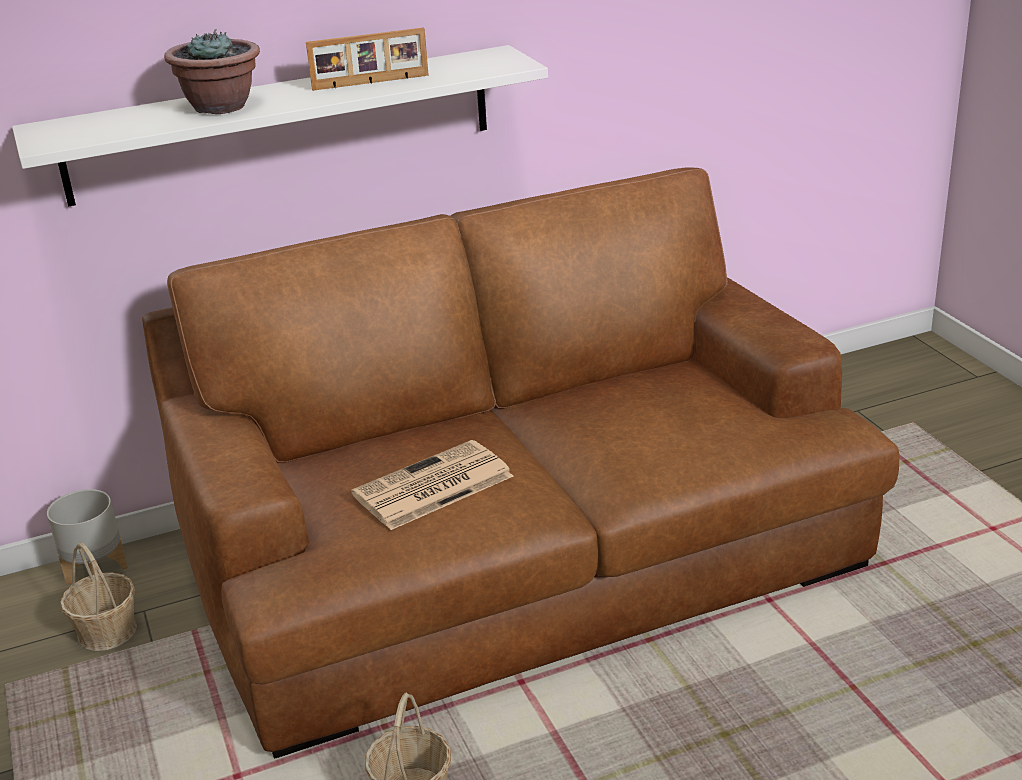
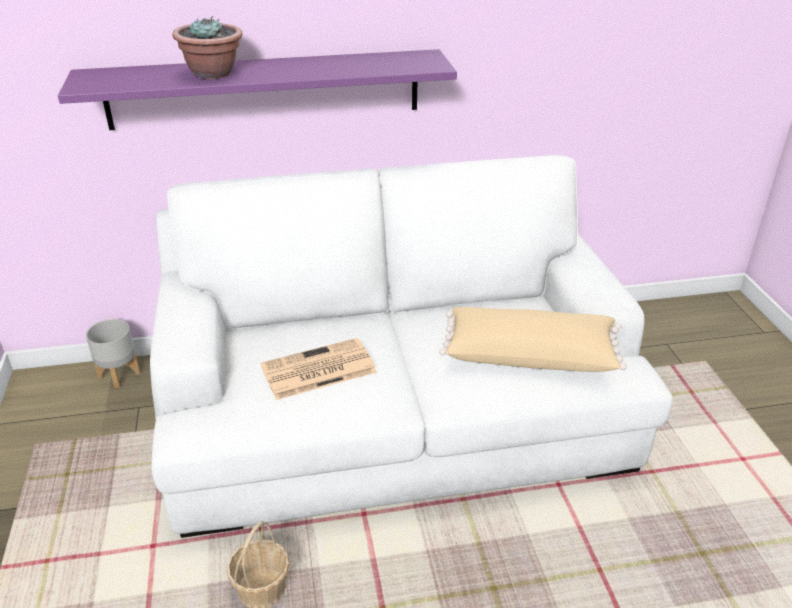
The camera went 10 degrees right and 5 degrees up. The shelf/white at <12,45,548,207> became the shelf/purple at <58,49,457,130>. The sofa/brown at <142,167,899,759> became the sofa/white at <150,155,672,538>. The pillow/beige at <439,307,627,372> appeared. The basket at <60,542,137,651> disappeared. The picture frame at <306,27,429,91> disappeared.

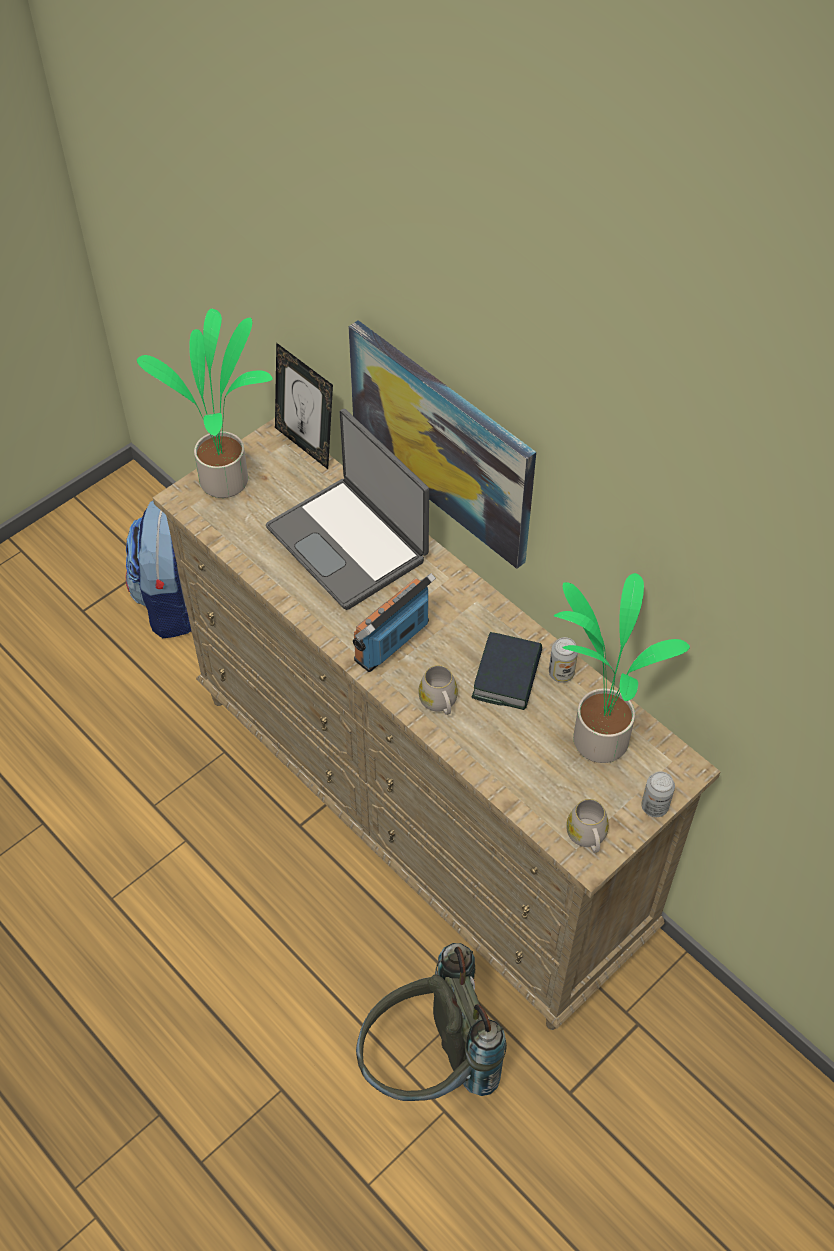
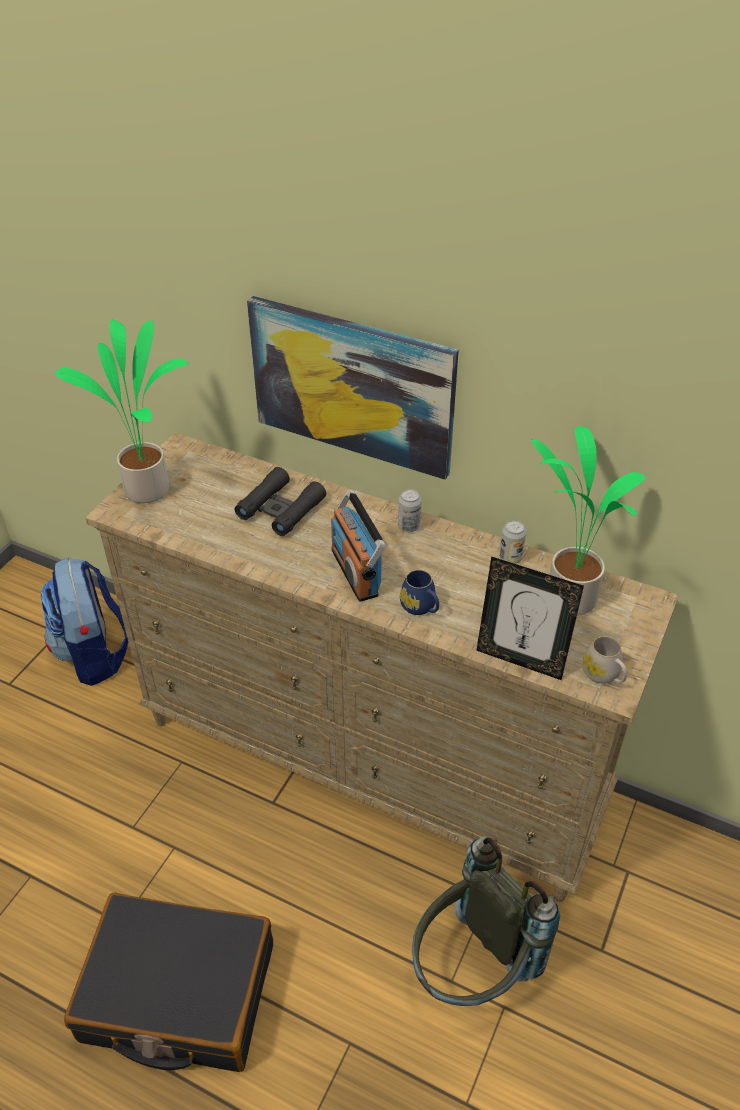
The camera went 20 degrees left and 10 degrees down. The suitcase/black at <64,893,273,1072> appeared. The laptop at <266,409,429,610> was replaced by the binoculars/black at <235,467,326,536>. The radio at <353,573,436,672> turned 45 degrees counterclockwise. The can moved from <641,771,675,817> to <398,489,422,532>. The mug/white at <418,665,458,715> became the mug/blue at <400,570,439,615>. The picture frame moved from <275,343,333,469> to <476,556,584,680>. The book at <471,632,542,710> disappeared.

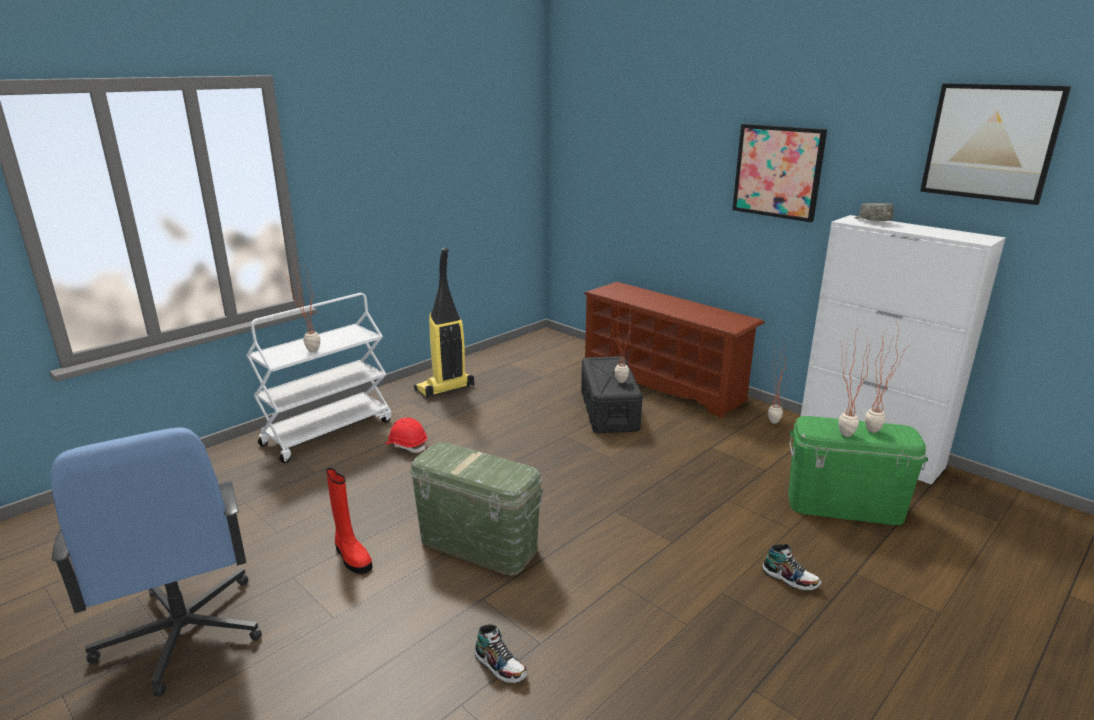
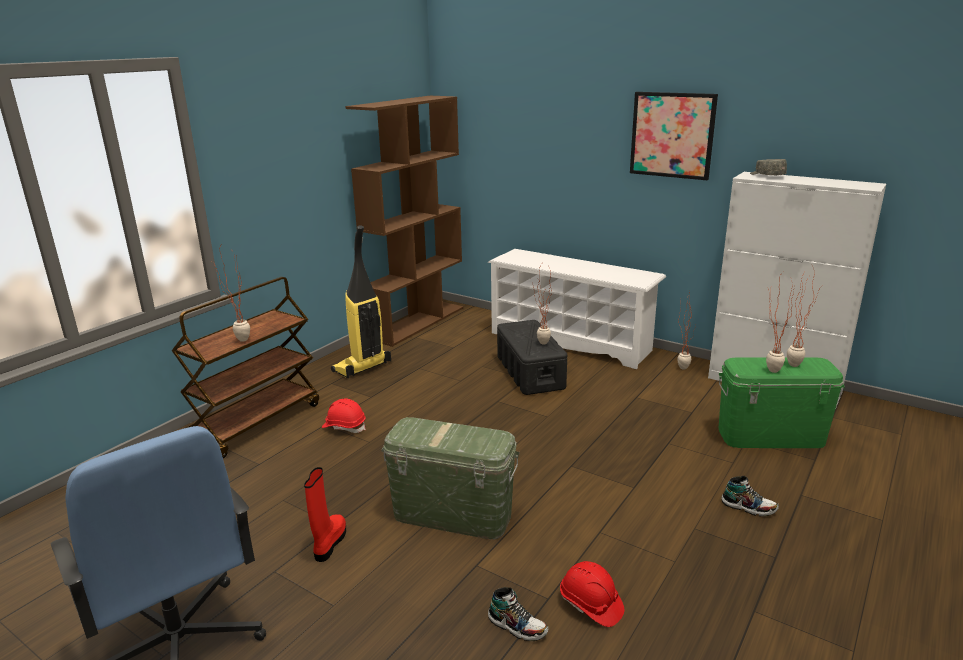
The camera went 10 degrees left and 0 degrees up. The cart/white at <247,293,391,463> became the cart/brown at <172,277,319,458>. The boot/red at <326,468,372,574> turned 120 degrees counterclockwise. The bookcase/brown at <345,96,464,347> appeared. The shoe rack/brown at <584,282,765,418> became the shoe rack/white at <488,249,666,369>. The hard hat/red at <560,561,624,627> appeared. The picture at <920,83,1071,205> disappeared.

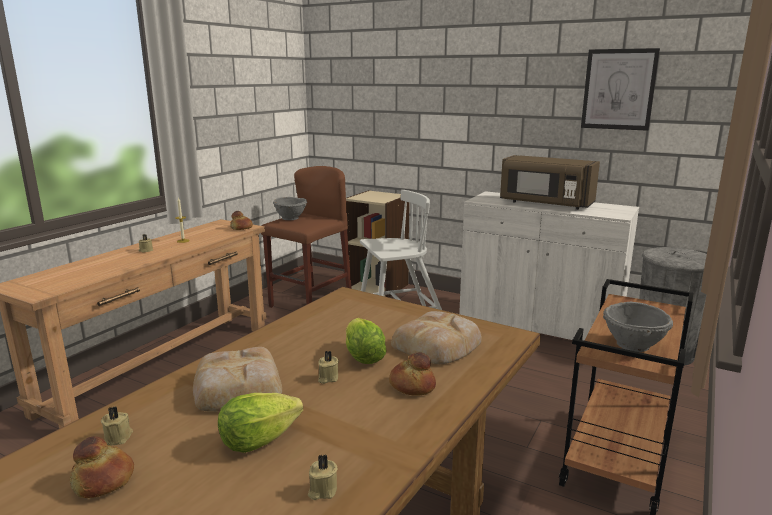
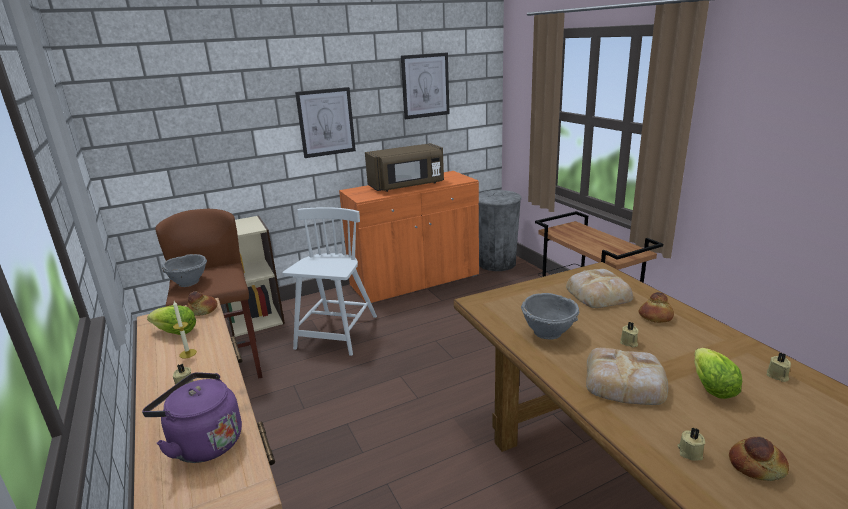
The camera went 55 degrees left and 5 degrees up. The kettle/purple at <142,372,242,463> appeared. The lettuce moved from <346,318,386,364> to <147,305,196,335>. The picture at <295,87,356,158> appeared. The cabinet/white at <459,191,639,340> became the cabinet/orange at <339,171,479,304>. The bowl/grey moved from <603,302,673,352> to <521,293,579,340>.

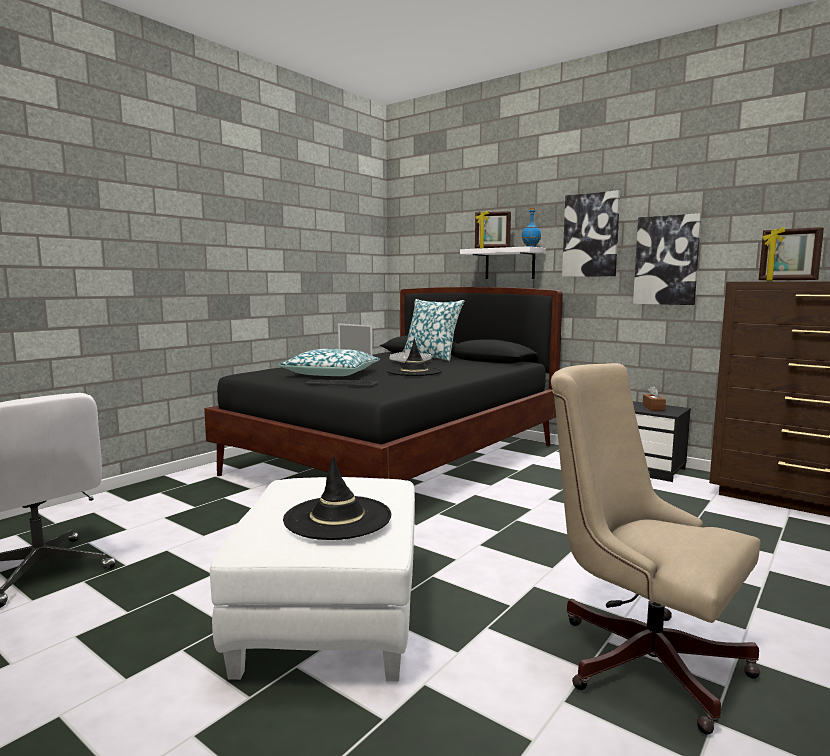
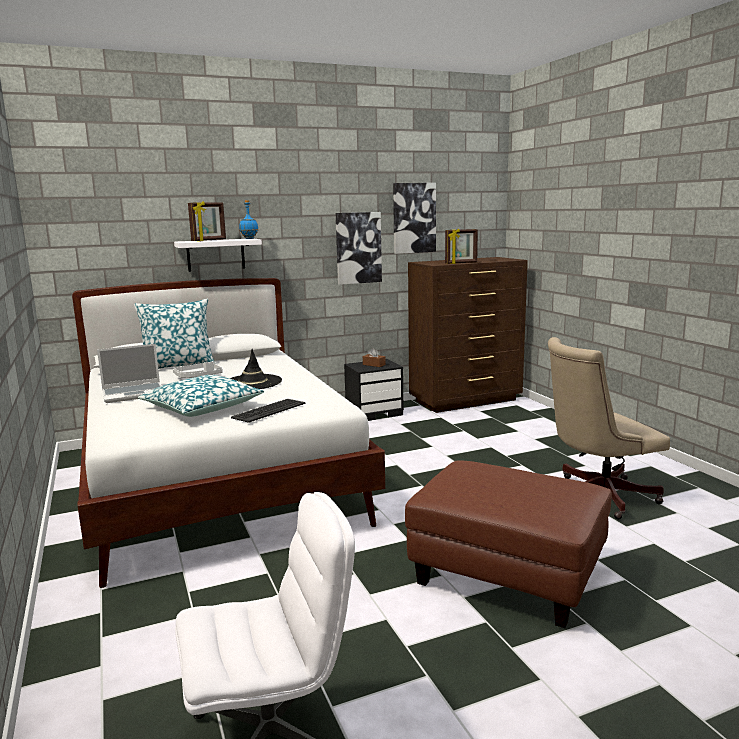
The camera went 60 degrees left and 5 degrees up. The bed/black at <204,287,563,480> became the bed/white at <72,278,385,588>. The picture moved from <562,190,620,277> to <393,183,436,254>. The ottoman/white at <210,477,415,682> became the ottoman/brown at <405,460,612,628>. The hat/black at <283,456,391,540> disappeared.

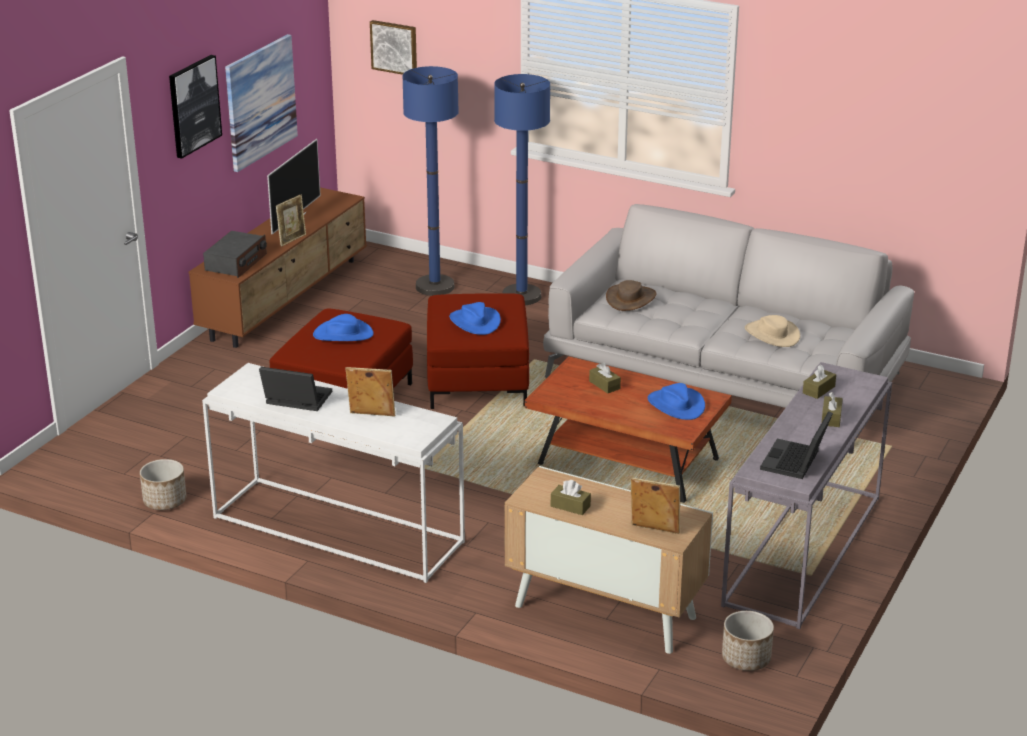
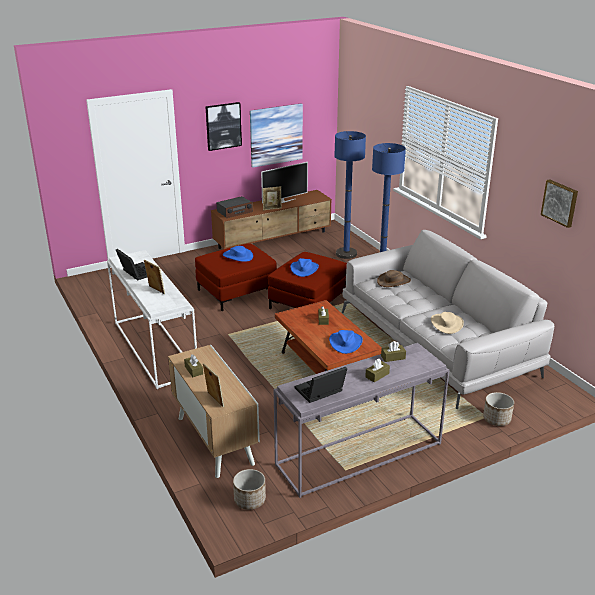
The camera went 35 degrees right and 0 degrees up. The planter moved from <140,459,186,510> to <483,392,514,426>. The picture moved from <370,20,417,75> to <541,179,578,228>.

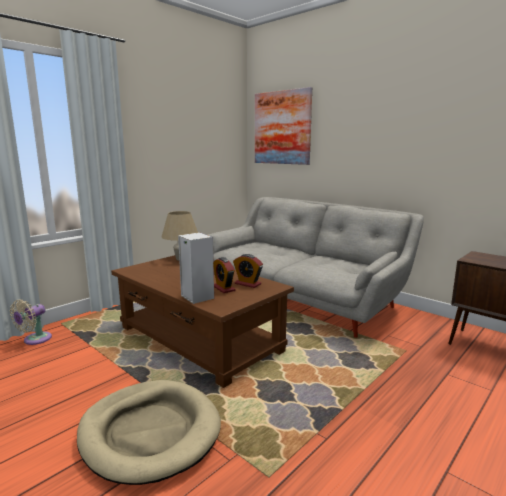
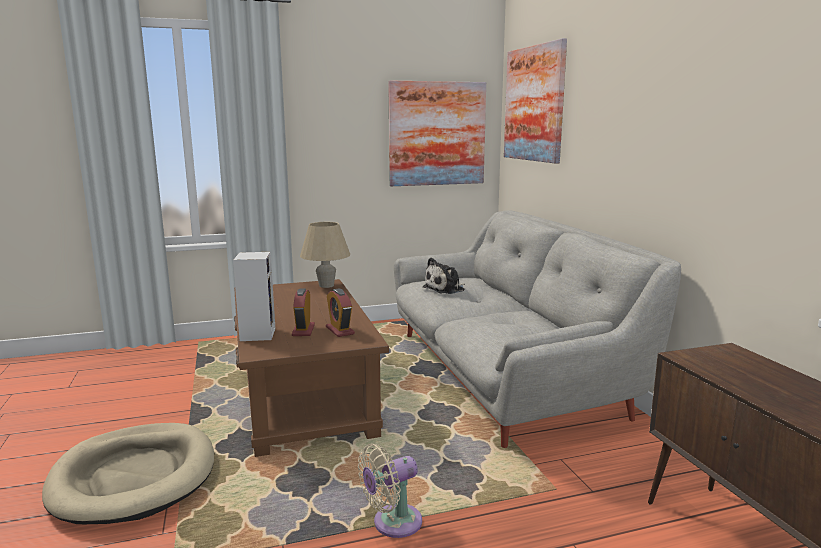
The camera went 30 degrees right and 0 degrees up. The fan/beige moved from <10,300,52,345> to <358,444,422,538>. The picture at <388,81,486,186> appeared. The plush toy at <423,257,465,294> appeared.

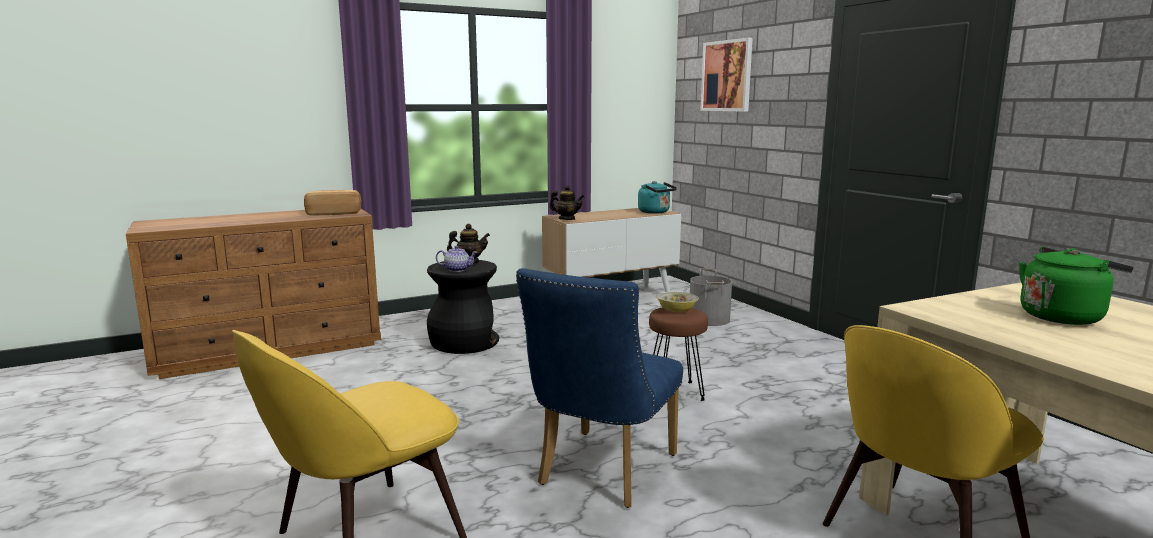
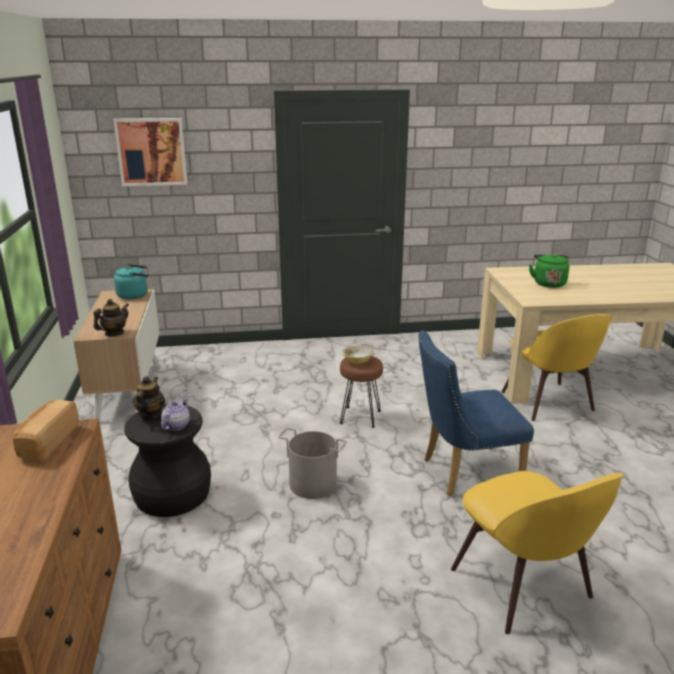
The camera went 70 degrees left and 10 degrees up. The bucket/grey moved from <690,269,732,326> to <278,428,347,499>. The chair/blue at <516,268,683,508> turned 120 degrees clockwise.

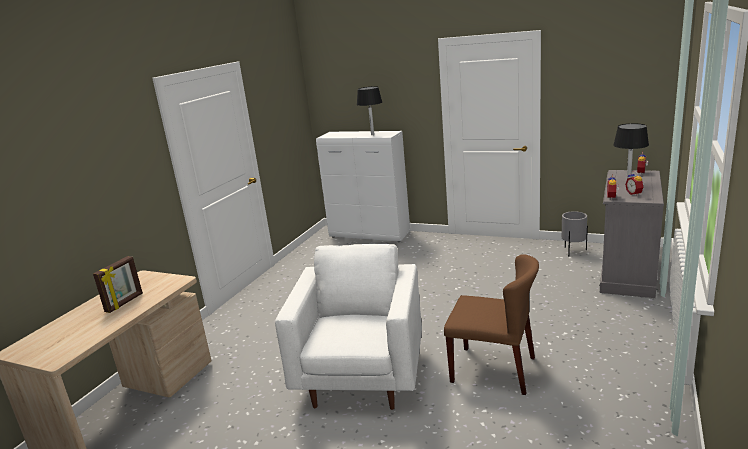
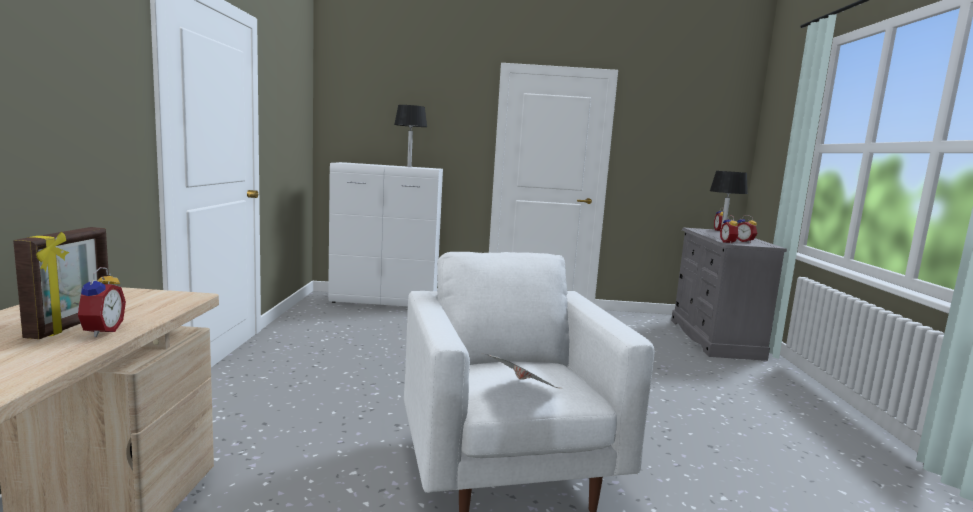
The camera went 25 degrees left and 10 degrees down. The alarm clock at <74,267,126,337> appeared. The newspaper at <485,354,562,389> appeared. The chair/brown at <444,254,539,395> disappeared. The planter/grey at <562,211,588,256> disappeared.

